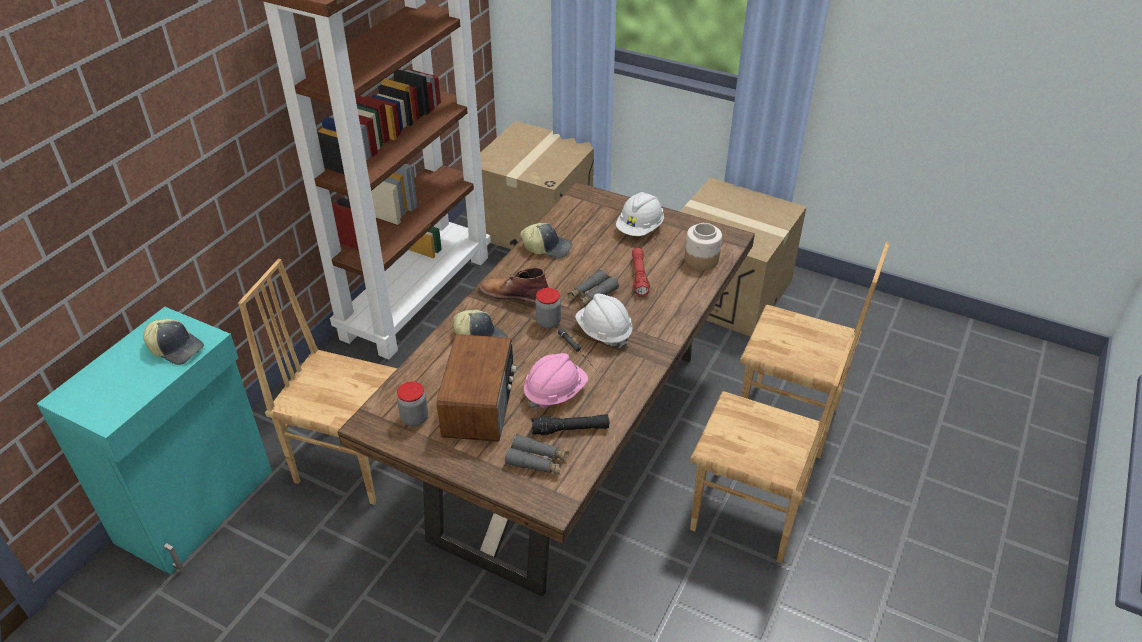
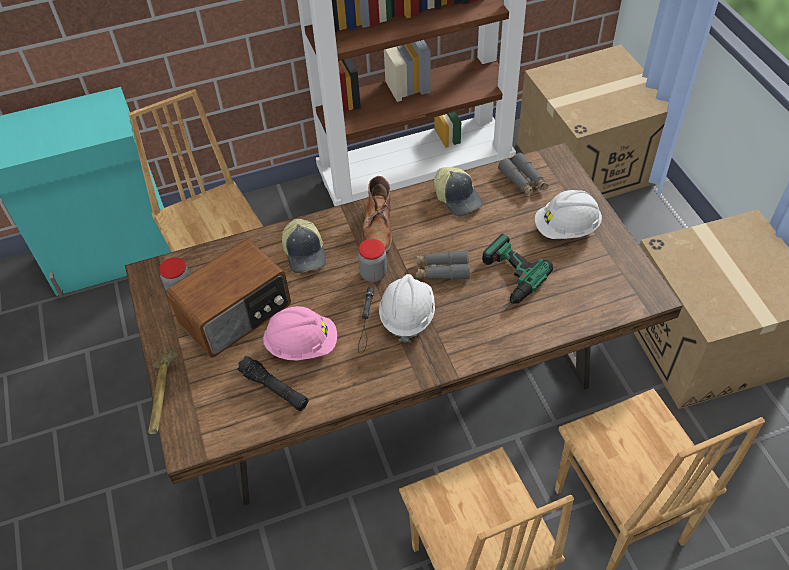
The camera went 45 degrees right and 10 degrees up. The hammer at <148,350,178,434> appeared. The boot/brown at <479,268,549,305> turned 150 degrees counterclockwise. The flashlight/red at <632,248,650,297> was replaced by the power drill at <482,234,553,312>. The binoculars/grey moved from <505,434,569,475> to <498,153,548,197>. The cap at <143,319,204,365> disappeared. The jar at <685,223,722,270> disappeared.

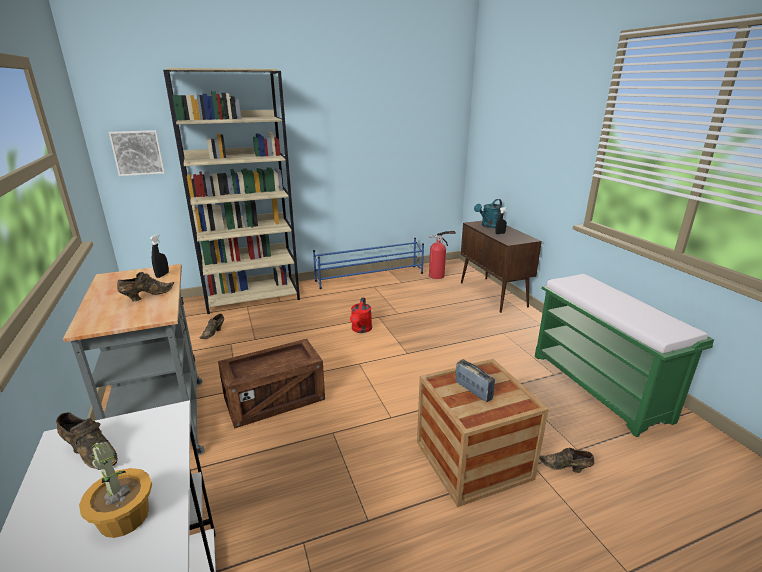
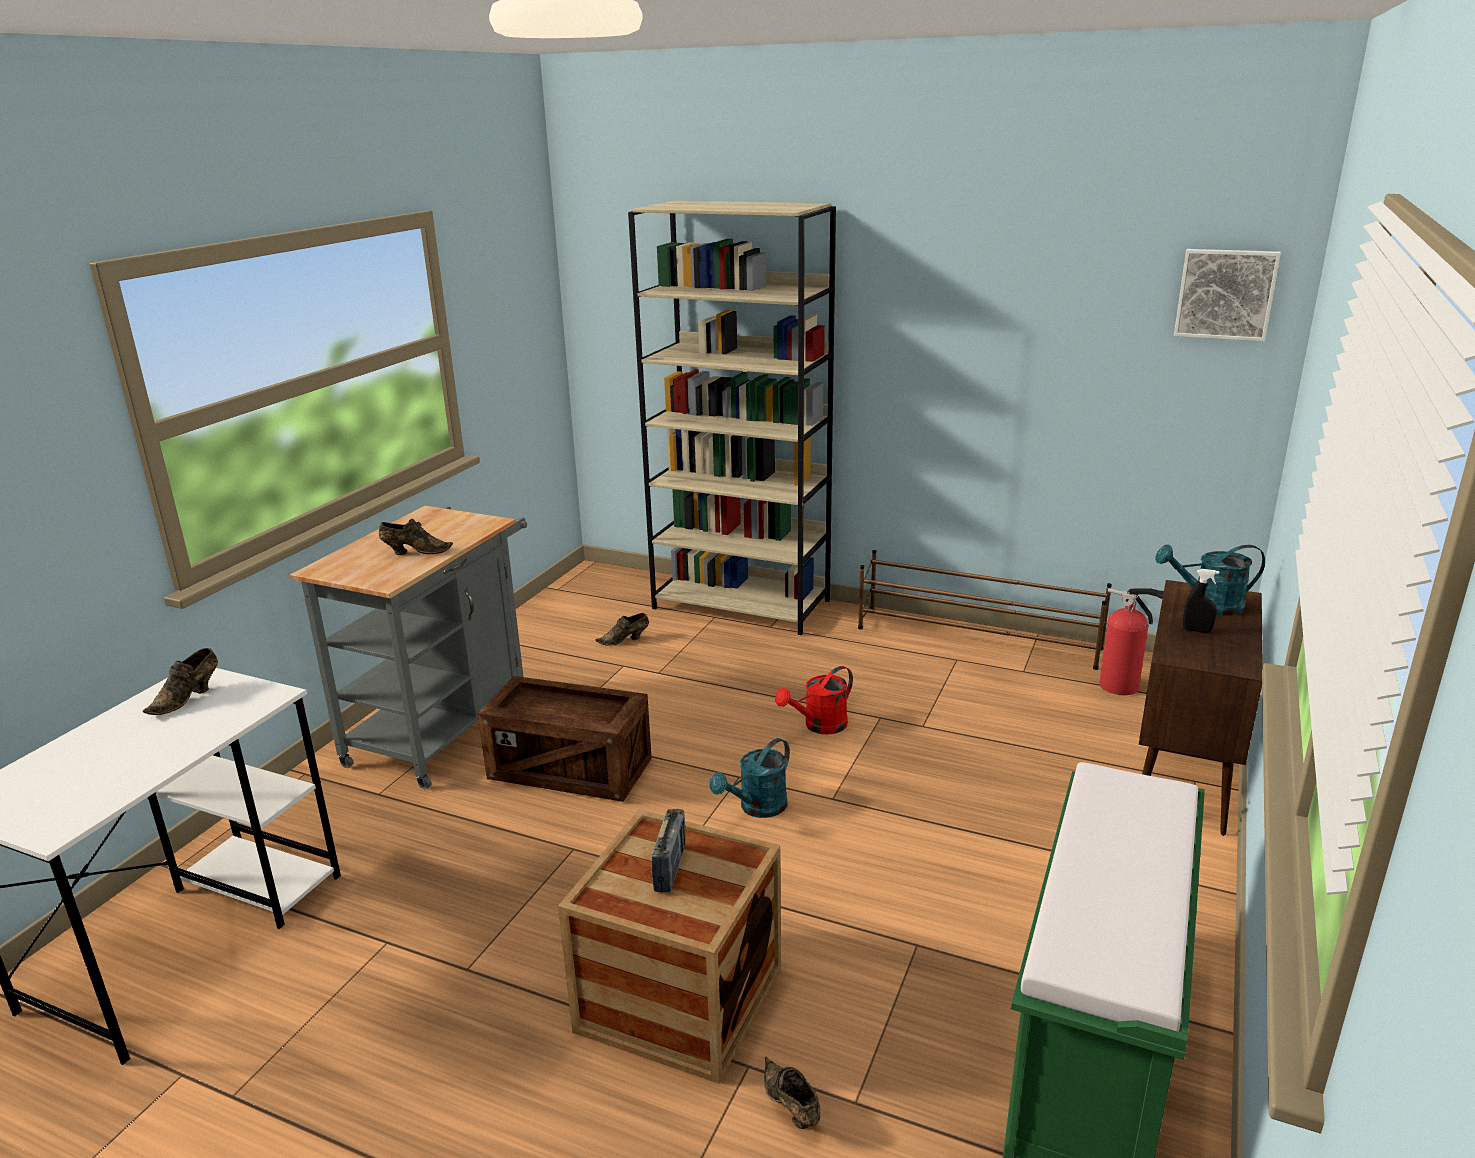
The camera went 45 degrees right and 0 degrees up. The shoe/brown at <56,412,118,469> turned 45 degrees clockwise. The watering can/turquoise at <709,738,790,818> appeared. The shoe rack/blue at <313,238,424,289> became the shoe rack/brown at <858,550,1112,670>. The picture moved from <109,130,165,176> to <1174,249,1281,341>. The potted plant at <79,441,152,538> disappeared. The spray bottle/black at <150,234,169,278> disappeared.

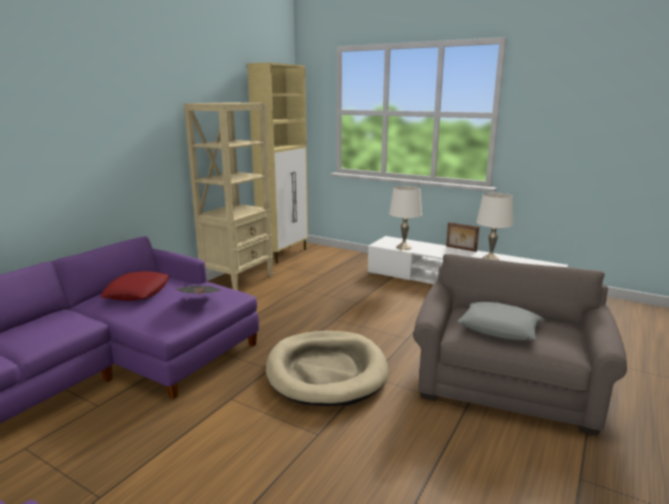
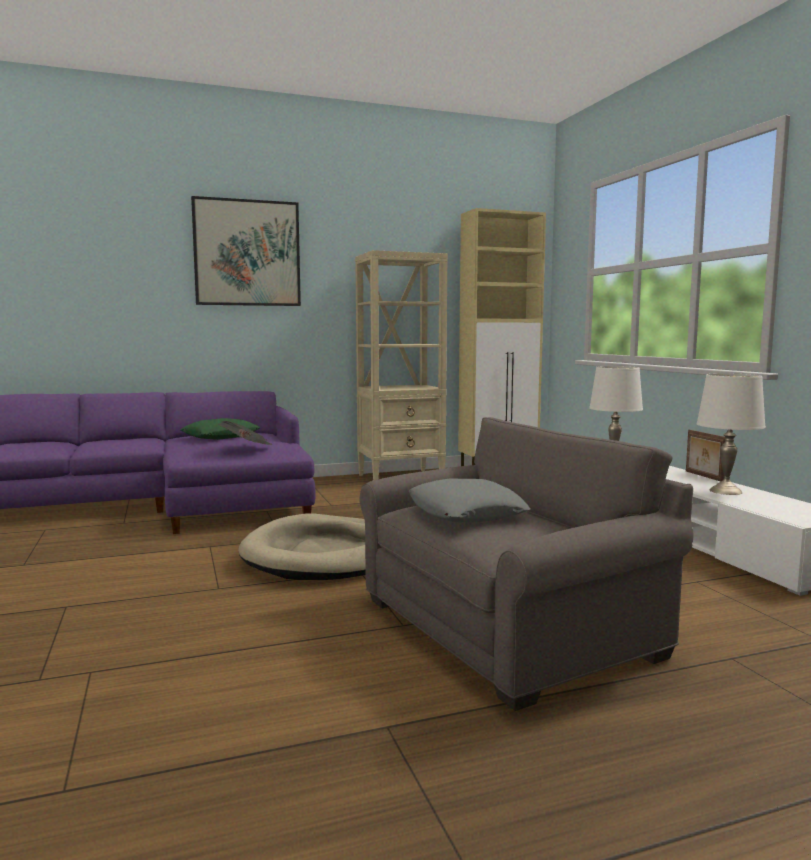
The camera went 40 degrees right and 10 degrees down. The pillow/red at <100,271,170,301> became the pillow/green at <180,418,261,440>. The picture at <191,196,301,306> appeared.

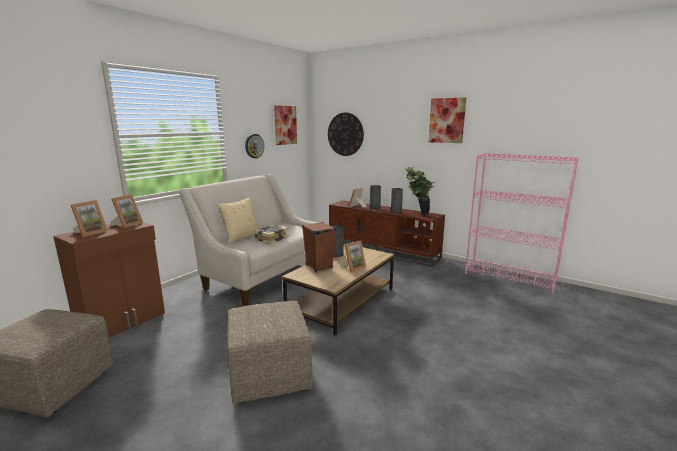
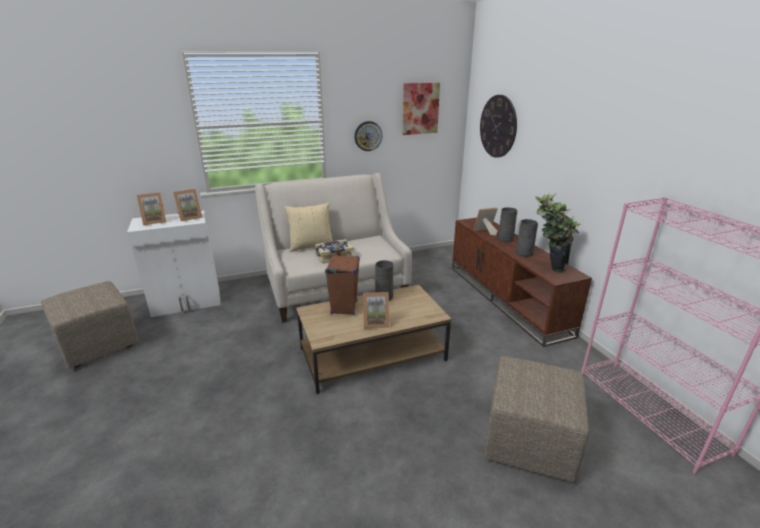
The camera went 35 degrees right and 10 degrees up. The cabinet/brown at <53,222,165,338> became the cabinet/white at <127,211,221,317>. The ottoman/beige moved from <227,301,312,404> to <484,356,589,483>. The picture at <428,97,466,143> disappeared.

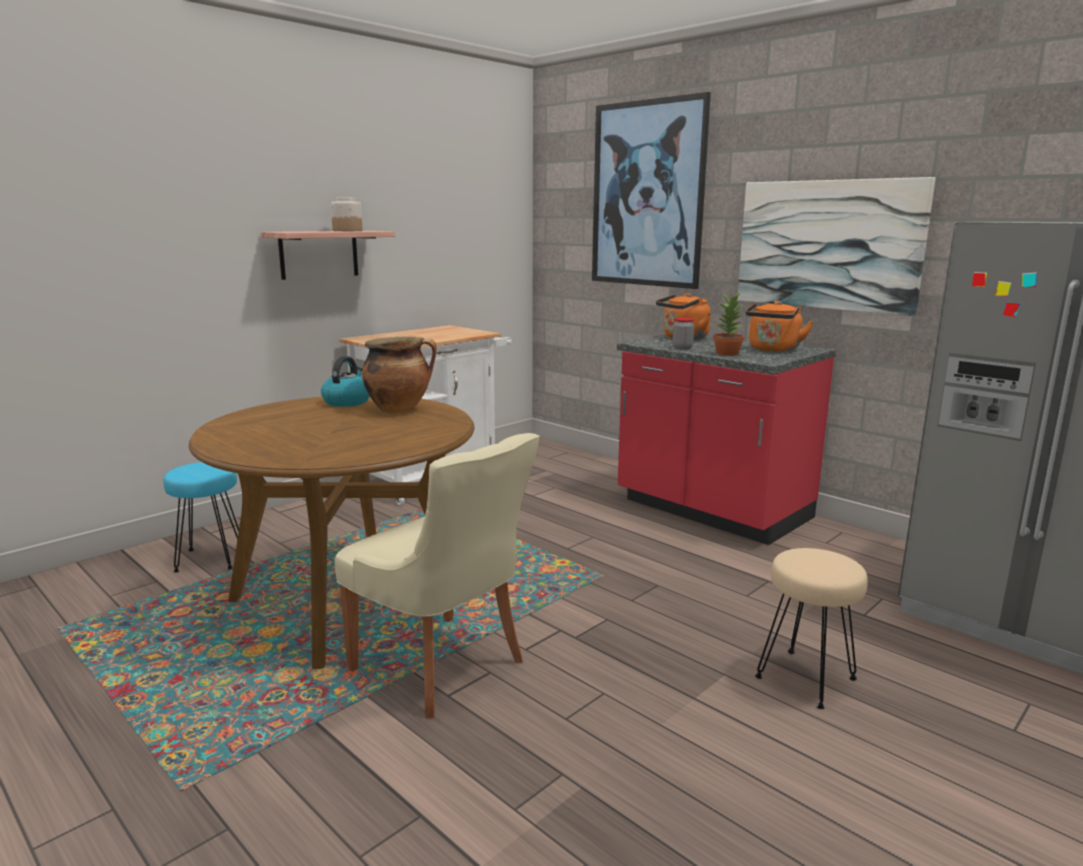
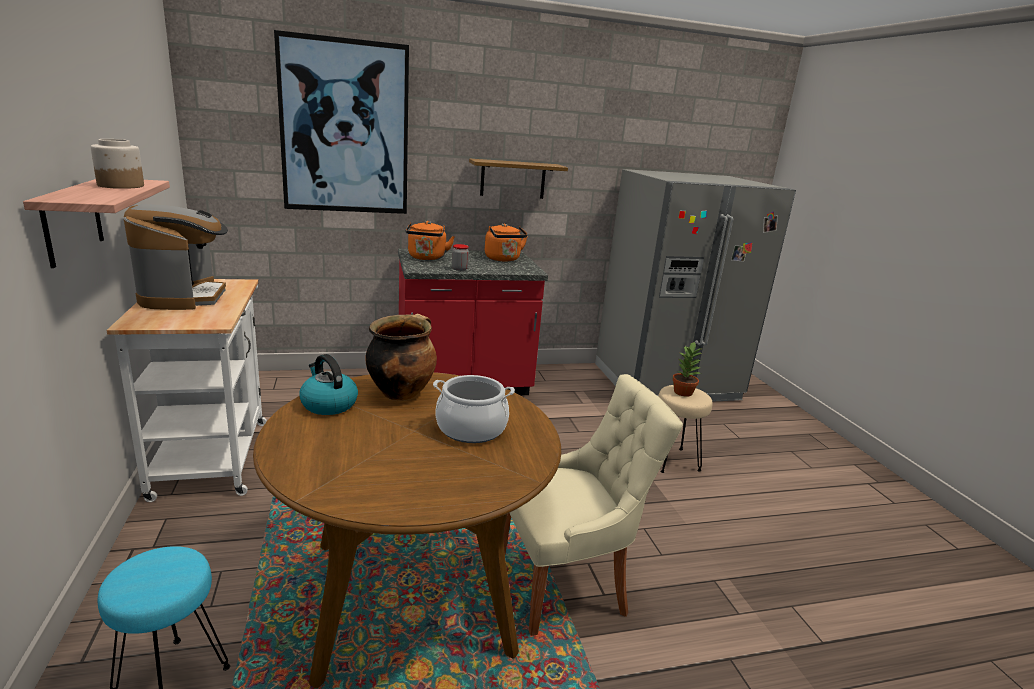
The camera went 60 degrees left and 5 degrees up. The coffee machine at <124,204,228,310> appeared. The cooking pot at <433,375,515,443> appeared. The picture at <738,177,936,316> was replaced by the shelf at <469,158,568,199>. The potted plant moved from <713,292,744,356> to <672,341,701,397>.

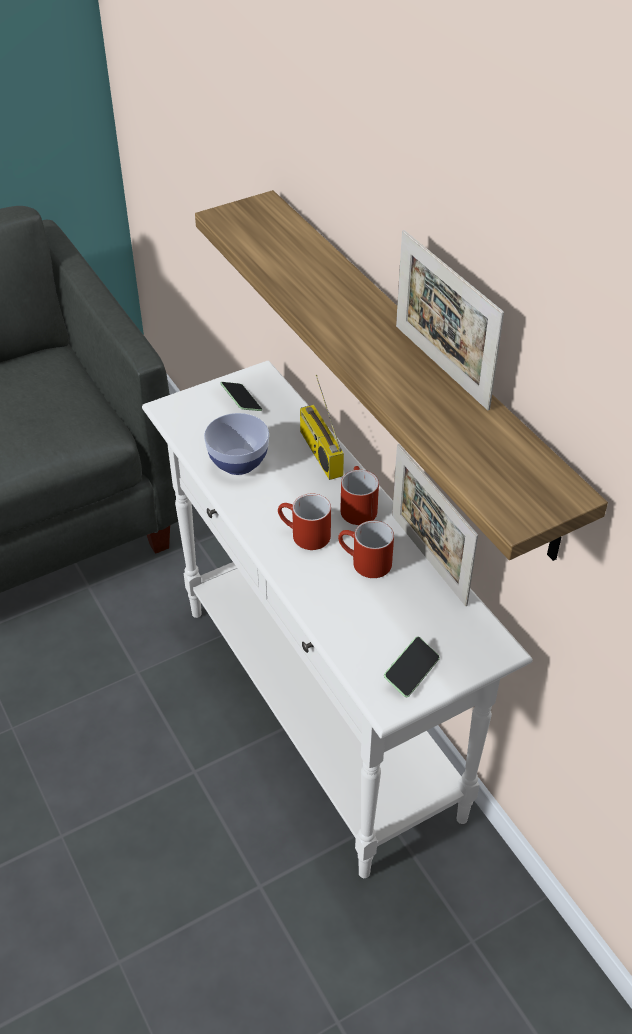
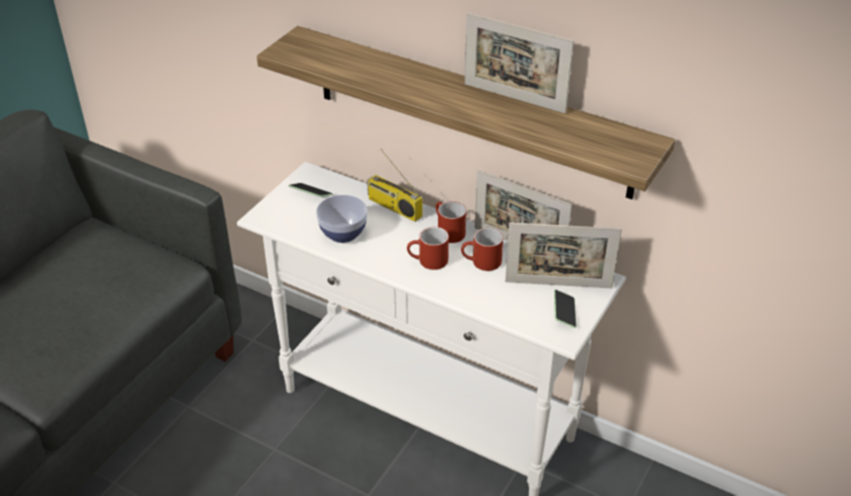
The camera went 30 degrees left and 5 degrees down. The picture frame at <505,222,622,288> appeared.

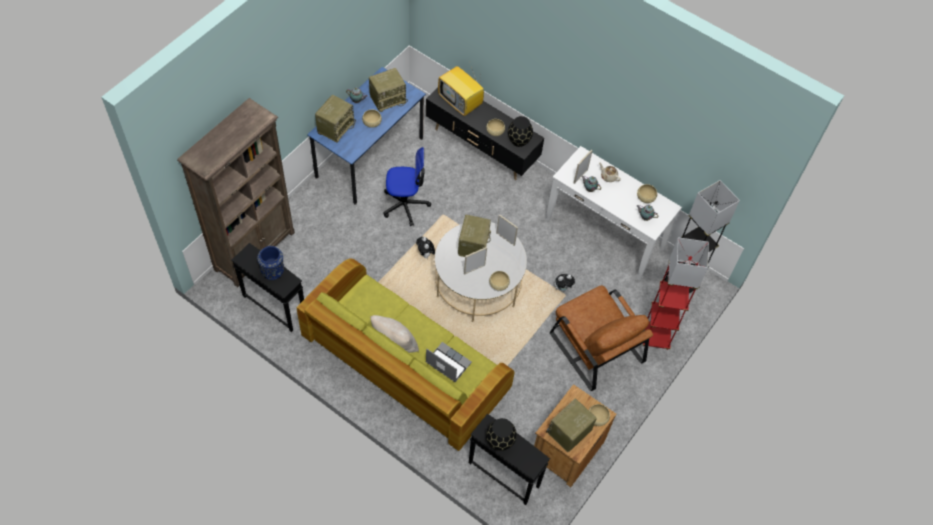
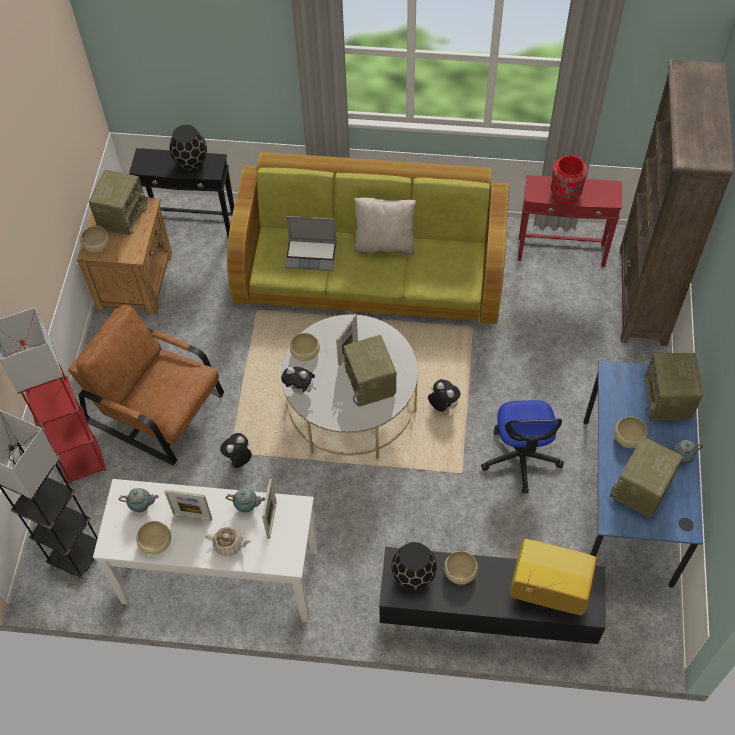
The camera went 155 degrees right and 0 degrees up. The picture frame moved from <496,214,518,246> to <164,490,212,521>. The plush toy at <281,367,316,395> appeared. The office chair at <383,147,431,226> turned 60 degrees counterclockwise. The side table/black at <231,243,304,332> became the side table/red at <518,175,622,267>. The vase/blue at <257,246,284,280> became the vase/red at <551,155,588,203>.

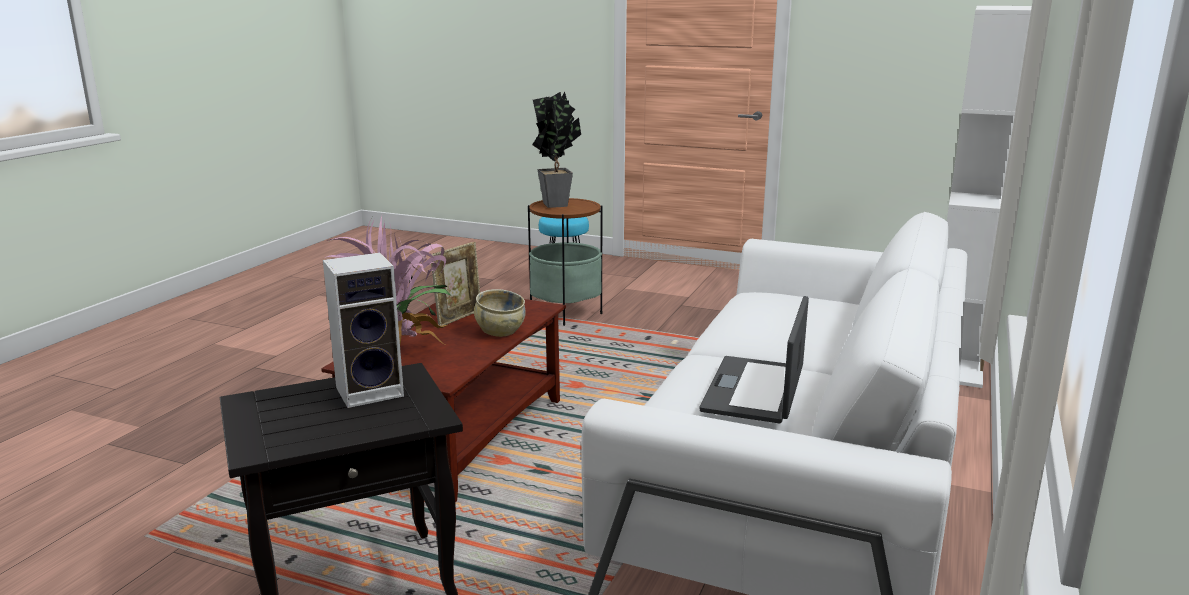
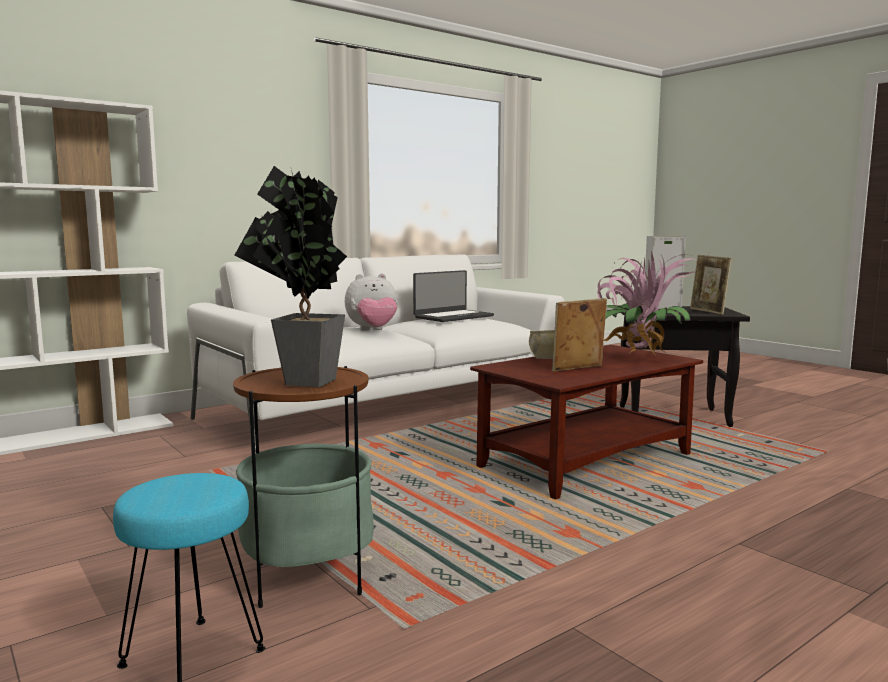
The camera went 150 degrees left and 10 degrees down. The plush toy at <345,274,398,331> appeared. The picture frame at <690,255,732,315> appeared.

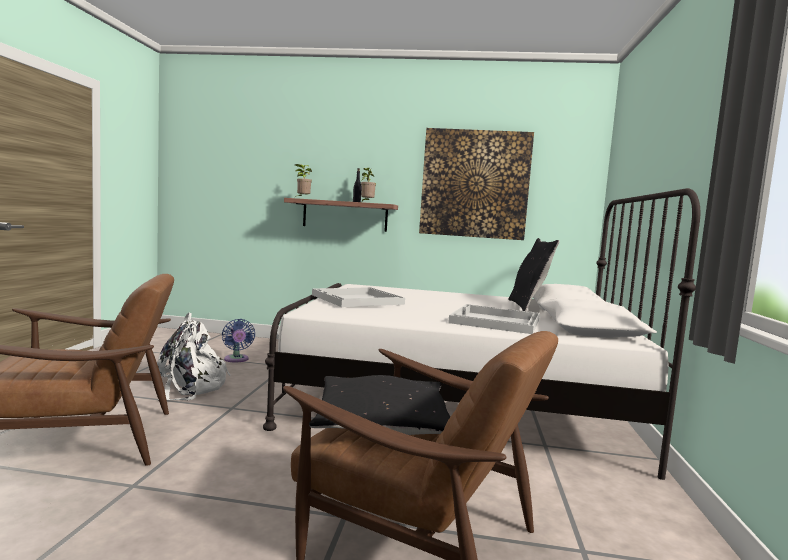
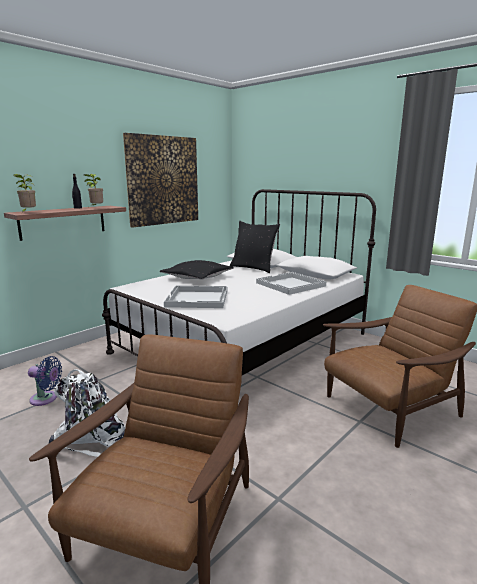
The camera went 55 degrees left and 10 degrees up. The pillow/black moved from <309,375,450,435> to <160,260,234,280>.

